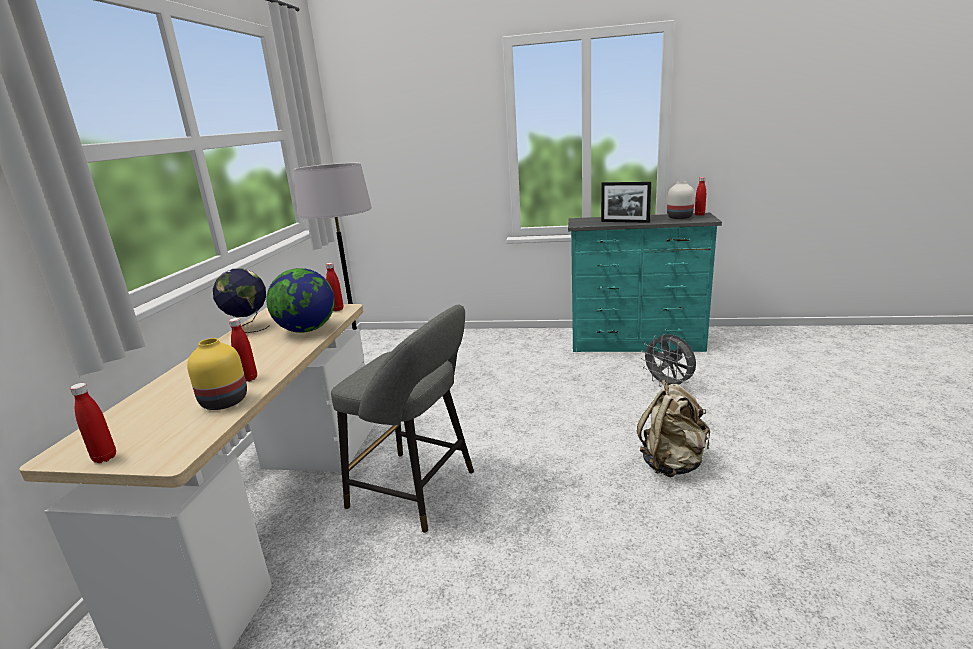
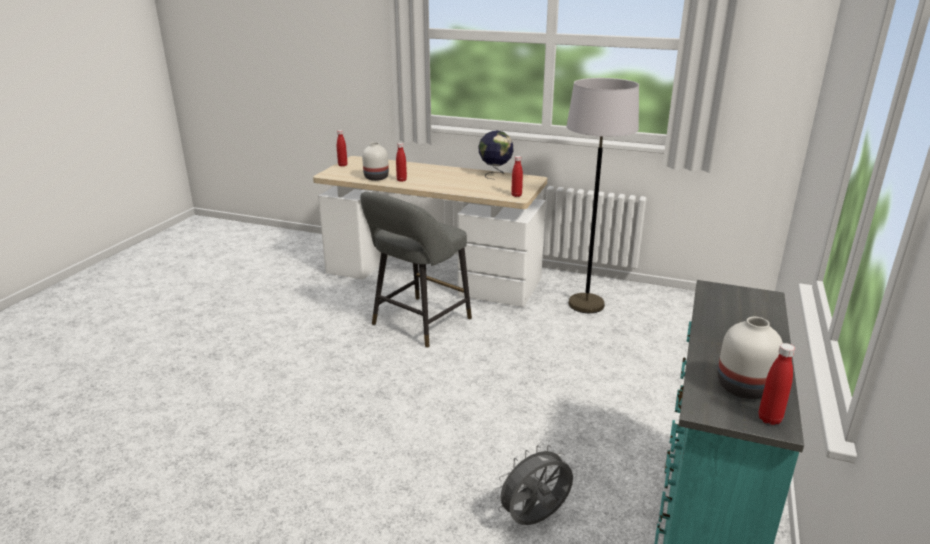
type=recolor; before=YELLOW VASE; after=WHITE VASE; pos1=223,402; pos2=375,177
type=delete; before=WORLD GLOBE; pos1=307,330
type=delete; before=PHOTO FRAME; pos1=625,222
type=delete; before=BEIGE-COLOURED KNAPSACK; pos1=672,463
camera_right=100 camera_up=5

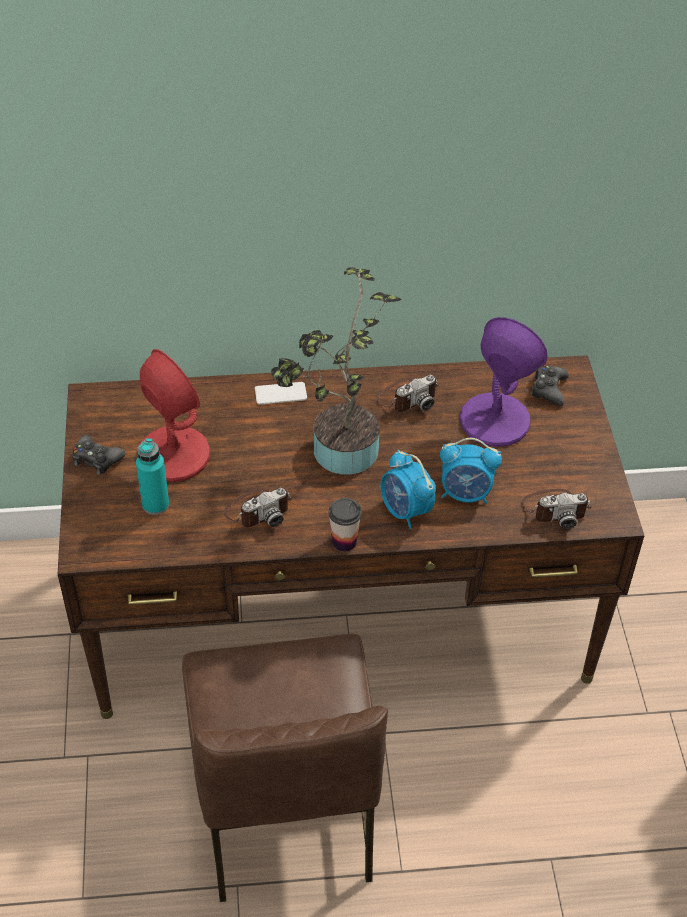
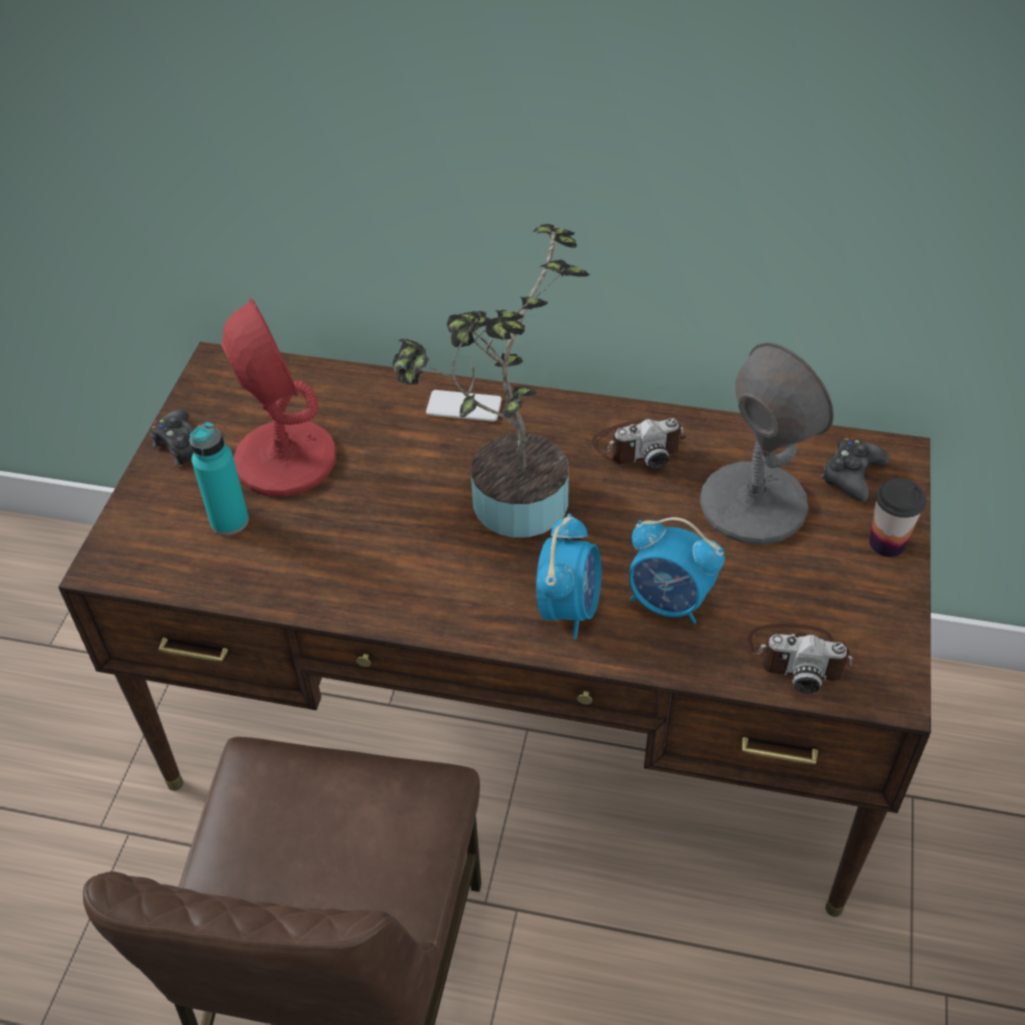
type=delete; before=PHOTO CAMERA; pos1=258,510
type=move; before=DRINKING CUP; pos1=344,541; pos2=887,543
type=rotate; before=BEDSIDE CLOCK; pos1=405,511; pos2=569,608; turn=-150
type=recolor; before=PURPLE-COLOURED TABLE LAMP; after=GREY TABLE LAMP; pos1=494,421; pos2=752,504
camera_right=20 camera_up=0

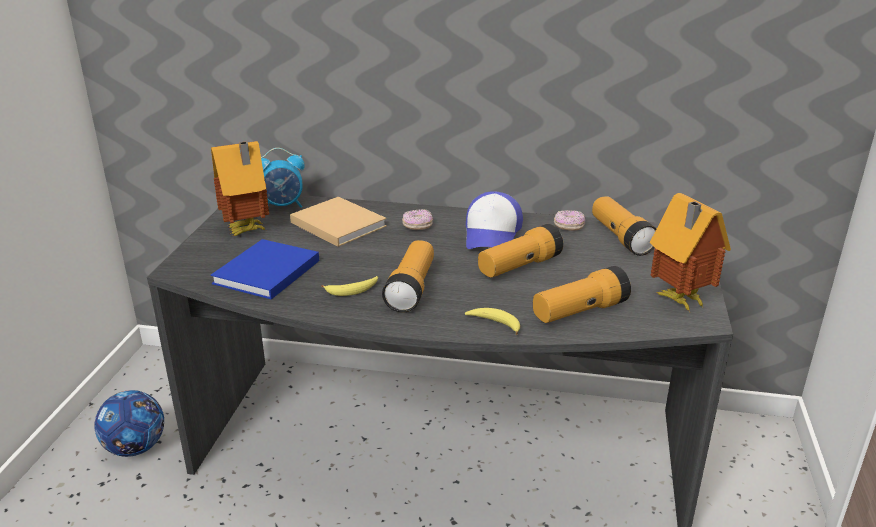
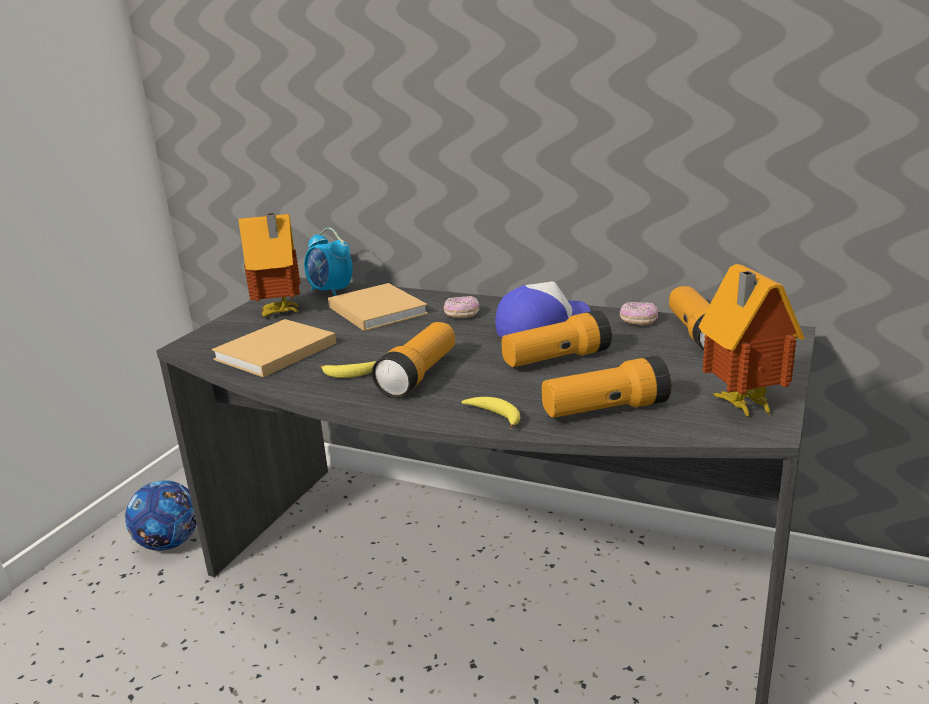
type=recolor; before=BLUE-COLOURED VOLUME; after=BEIGE-COLOURED VOLUME; pos1=265,273; pos2=273,352
type=rotate; before=BEDSIDE CLOCK; pos1=283,206; pos2=331,292; turn=45
type=rotate; before=CAP; pos1=492,234; pos2=542,326; turn=-150
camera_right=15 camera_up=-5

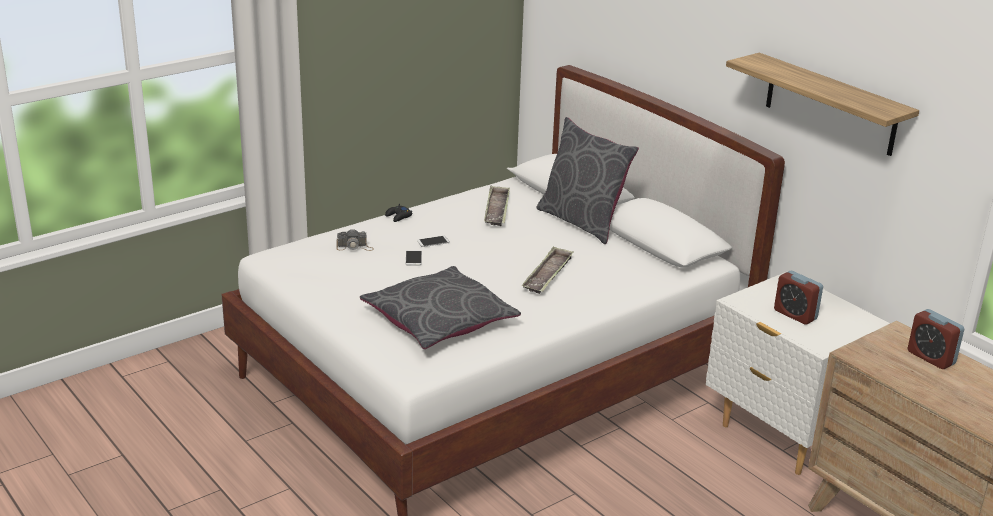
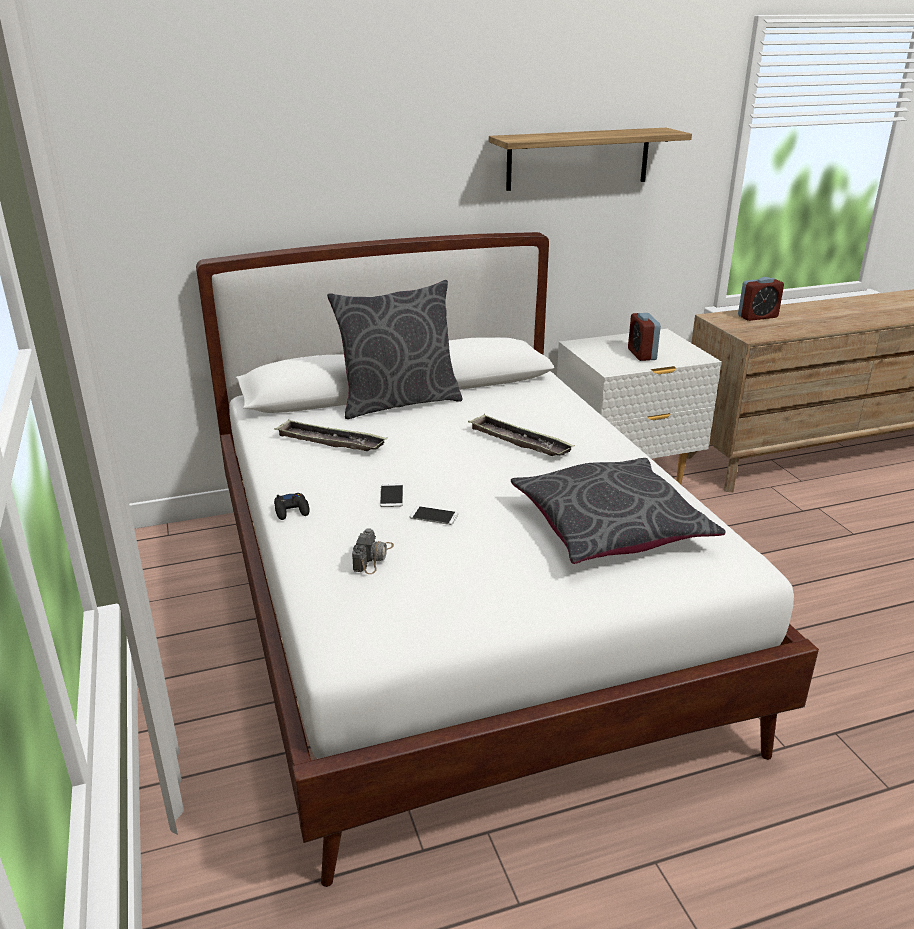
type=rotate; before=BEDSIDE CLOCK; pos1=795,315; pos2=641,354; turn=105
camera_right=-70 camera_up=0

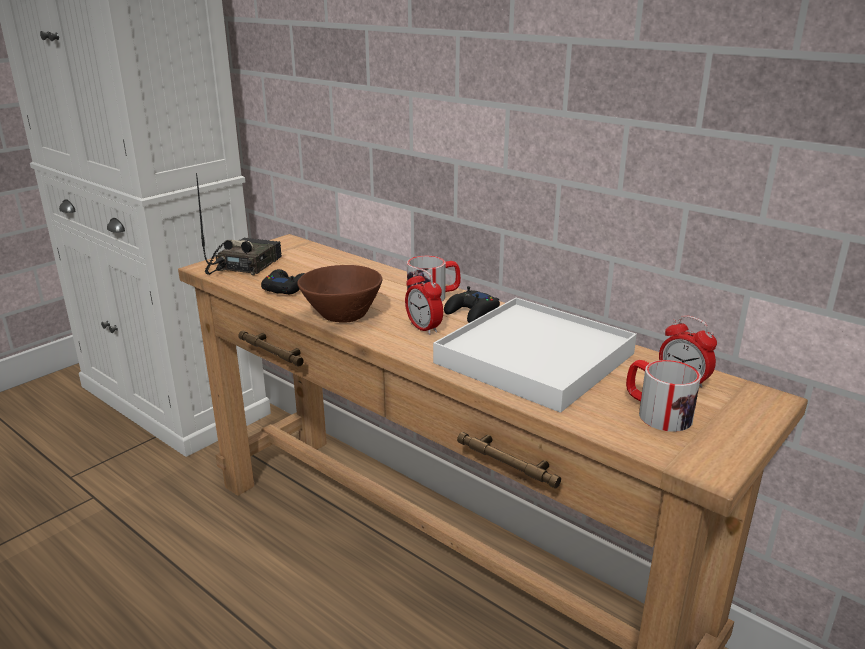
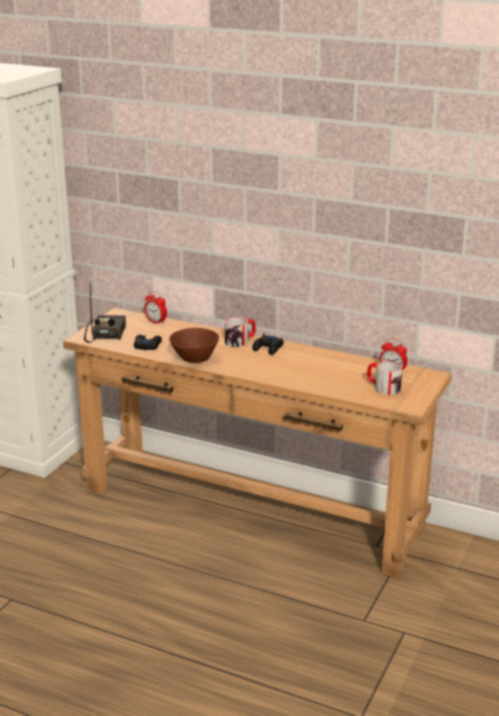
type=move; before=BEDSIDE CLOCK; pos1=424,328; pos2=156,322
type=delete; before=WHITE CARRYING TRAY; pos1=534,358
camera_right=-15 camera_up=0

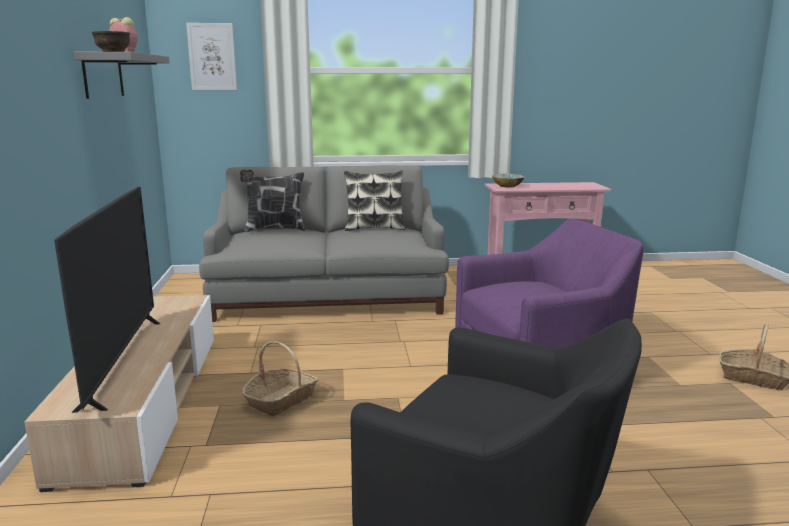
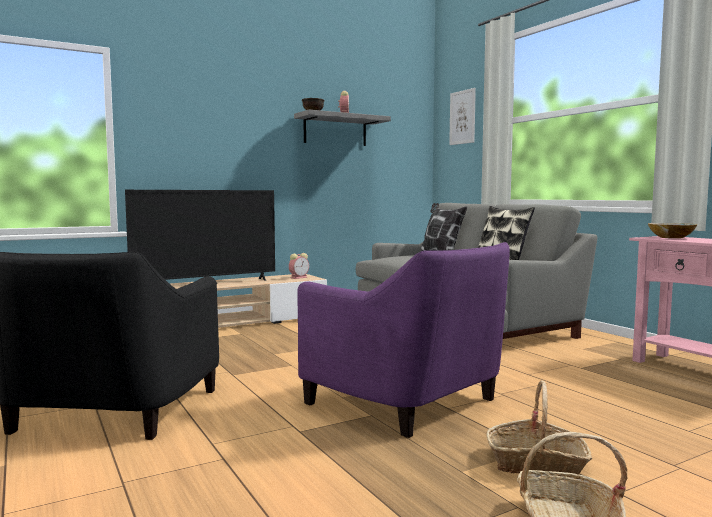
type=move; before=BASKET; pos1=281,400; pos2=536,463
type=insert; after=BEDSIDE CLOCK; pos2=299,277
camera_right=65 camera_up=-10

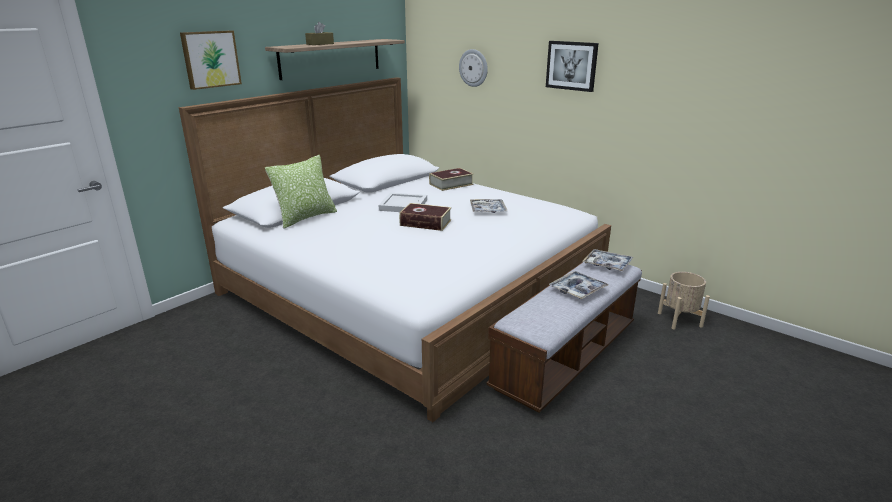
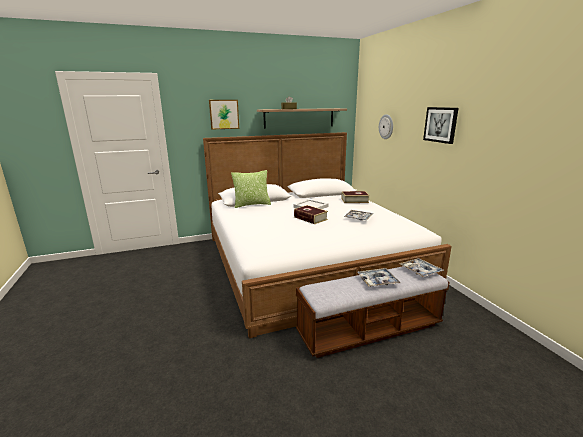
type=delete; before=BEIGE-COLOURED FLOWER POT; pos1=679,319
camera_right=30 camera_up=-5

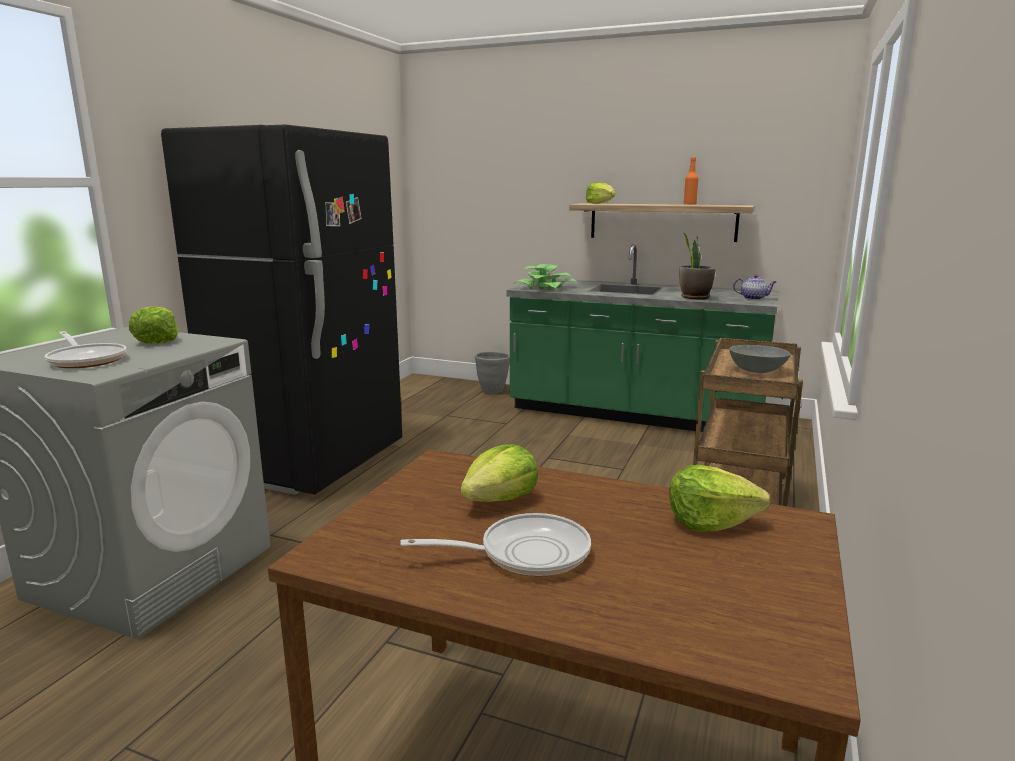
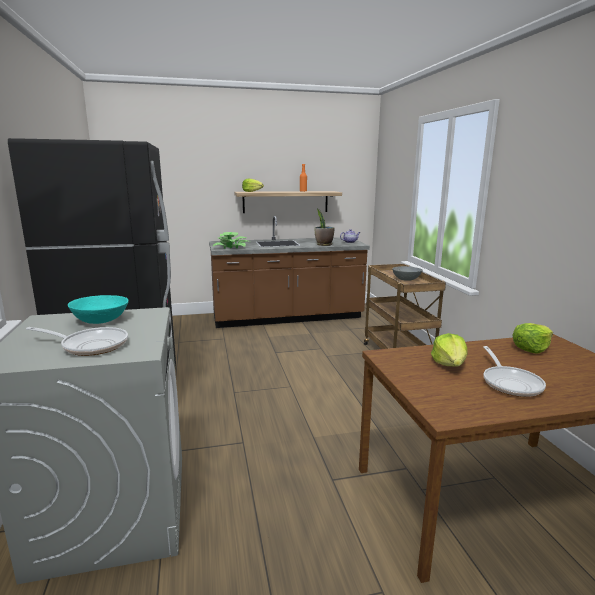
type=replace; before=HEAD OF LETTUCE; after=TURQUOISE-COLOURED BOWL; pos1=156,341; pos2=100,320
type=rotate; before=SKILLET; pos1=525,553; pos2=510,383; turn=135
type=delete; before=GREY FLOWER POT; pos1=492,391
type=recolor; before=GREEN-COLOURED KITCHEN BASE UNIT; after=BROWNISH KITCHEN BASE UNIT; pos1=635,414; pos2=287,317
camera_right=-35 camera_up=0

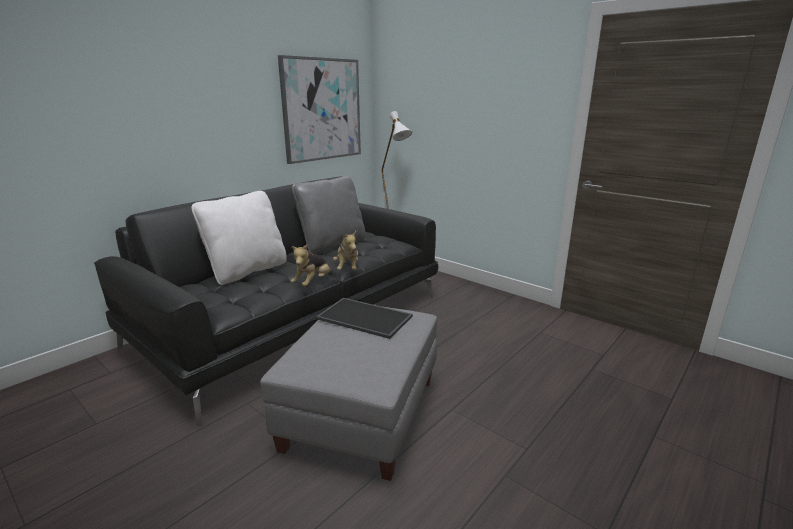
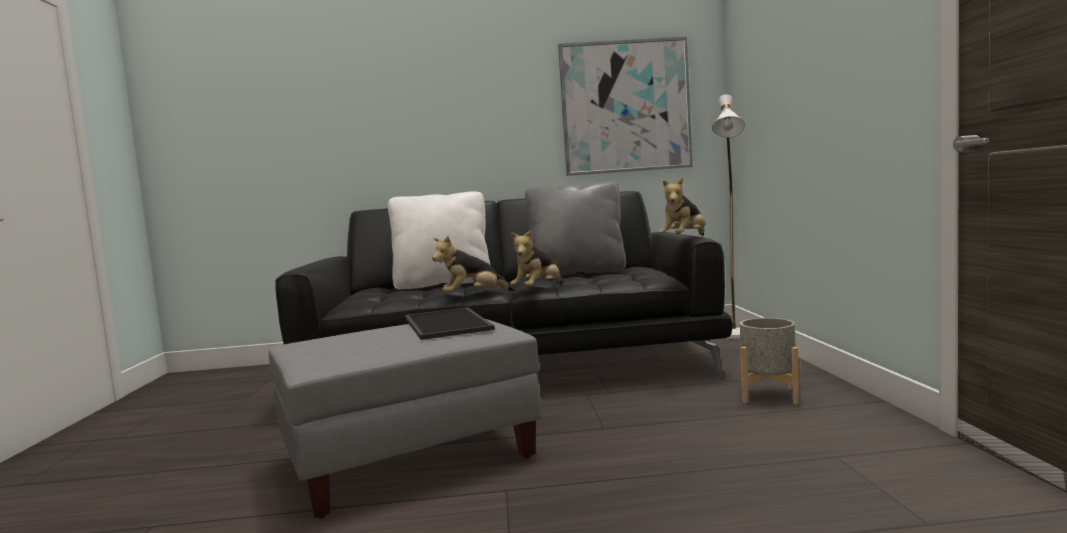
type=insert; after=PLUSH TOY; pos2=685,239
type=insert; after=GREY FLOWER POT; pos2=769,395
camera_right=45 camera_up=-15

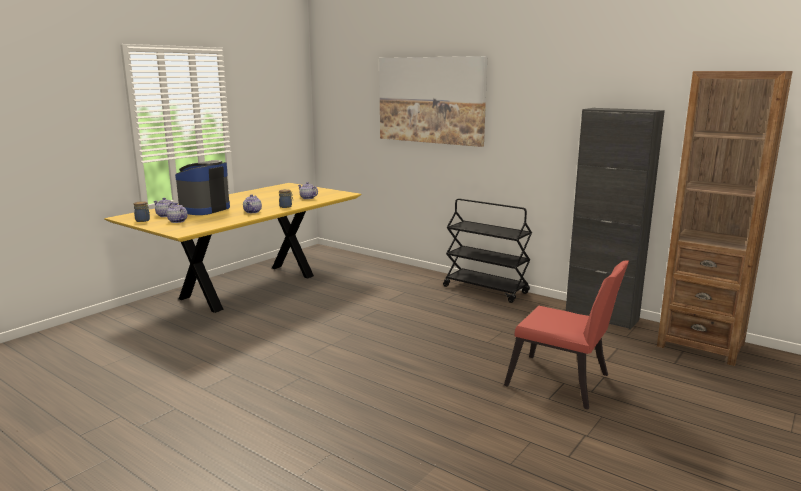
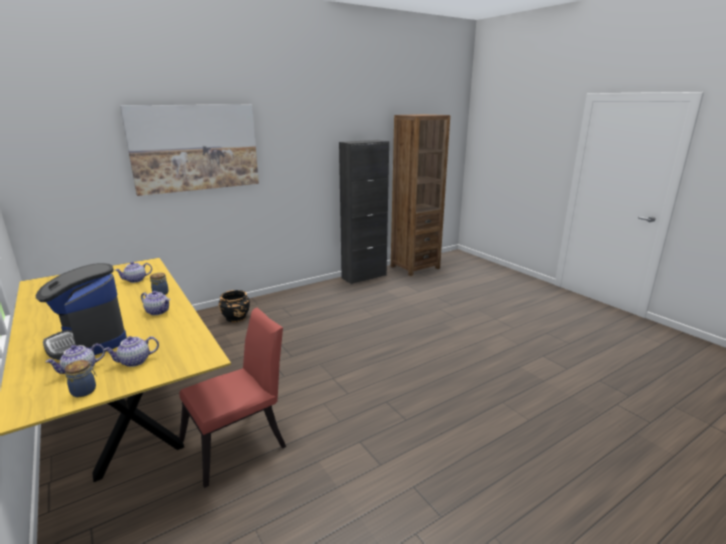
type=delete; before=BLACK TROLLEY; pos1=486,290
type=move; before=RED PLAIN CHAIR; pos1=563,383; pos2=239,441
type=insert; after=BLACK FLOWER POT; pos2=235,317
camera_right=-70 camera_up=5

